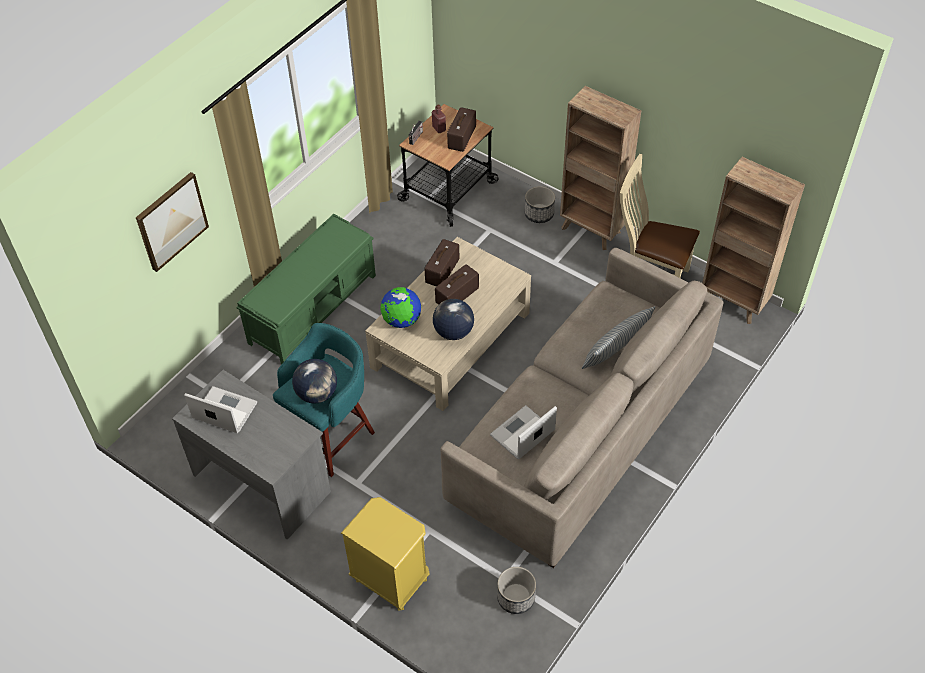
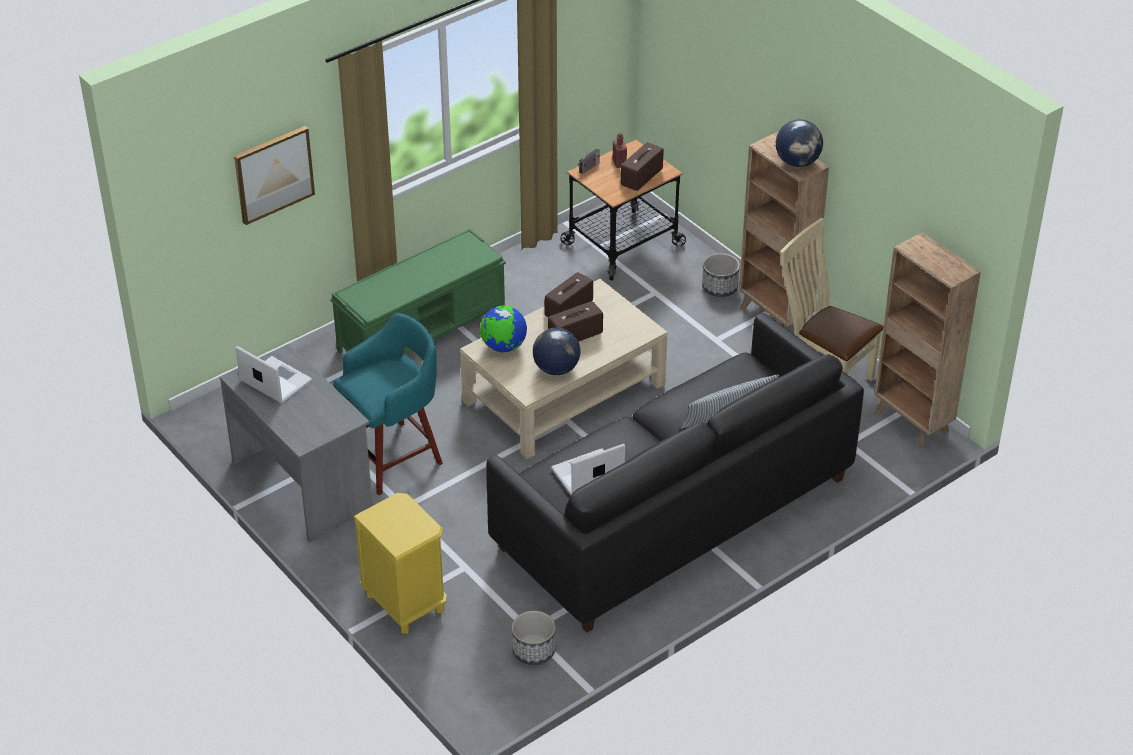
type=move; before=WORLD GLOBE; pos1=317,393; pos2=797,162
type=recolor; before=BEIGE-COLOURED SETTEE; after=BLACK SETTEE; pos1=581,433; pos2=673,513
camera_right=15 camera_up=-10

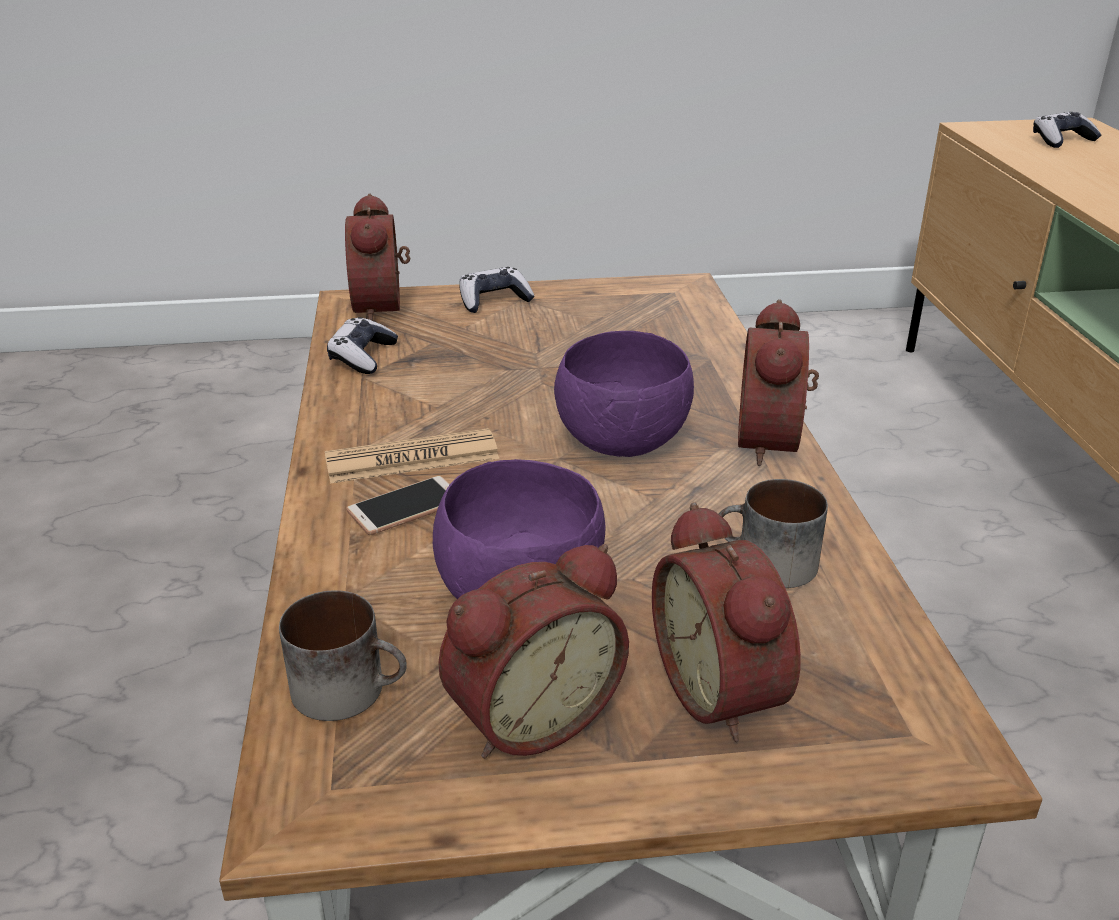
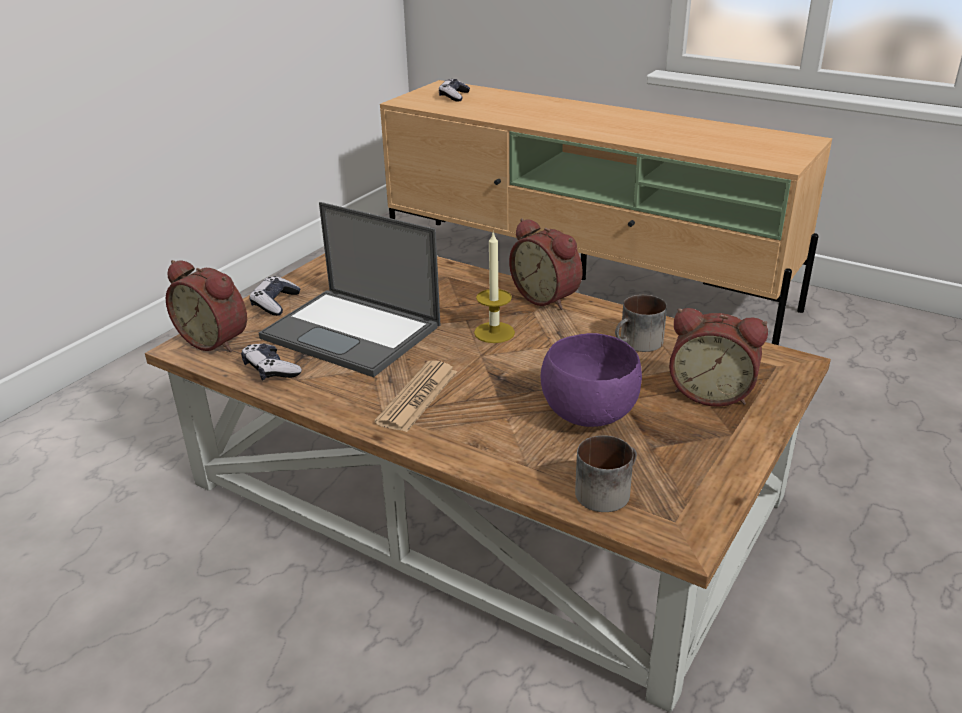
type=delete; before=TELEPHONE; pos1=406,507
type=delete; before=BEDSIDE CLOCK; pos1=529,715
type=replace; before=PURPLE-COLOURED BOWL; after=WAX CANDLE; pos1=625,444; pos2=494,332
type=insert; after=PORTABLE COMPUTER; pos2=353,332
camera_right=-50 camera_up=0

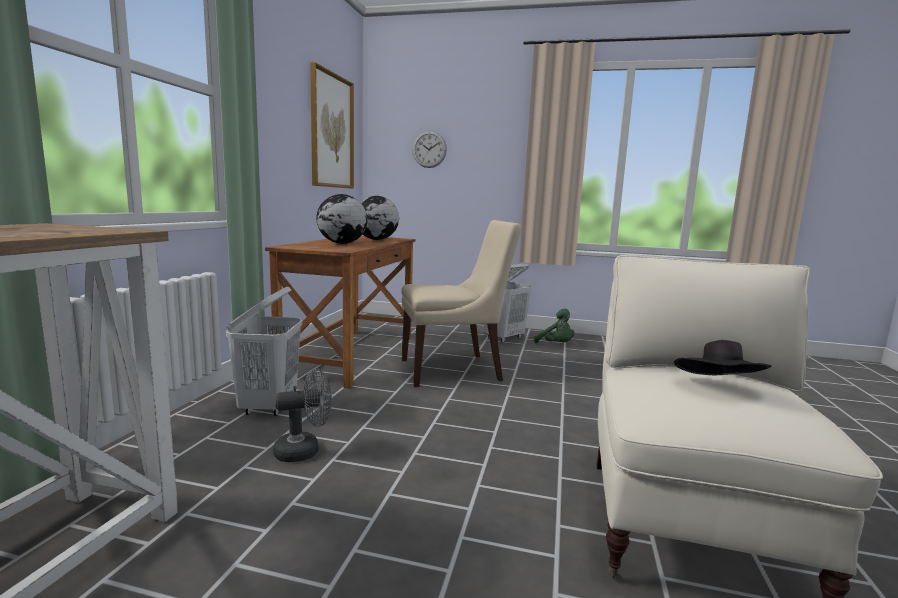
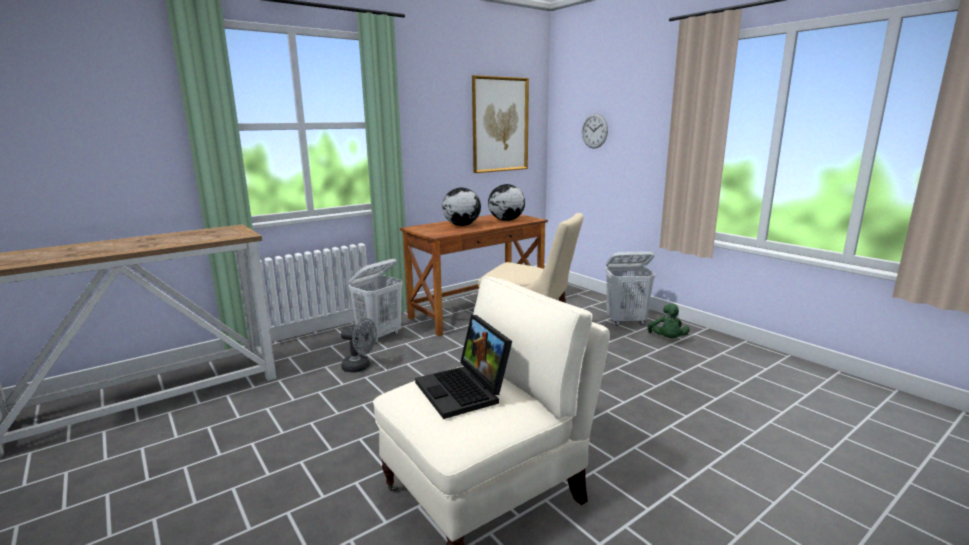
type=replace; before=BLACK WEARABLE HAT; after=PORTABLE COMPUTER; pos1=718,387; pos2=465,391
camera_right=40 camera_up=5

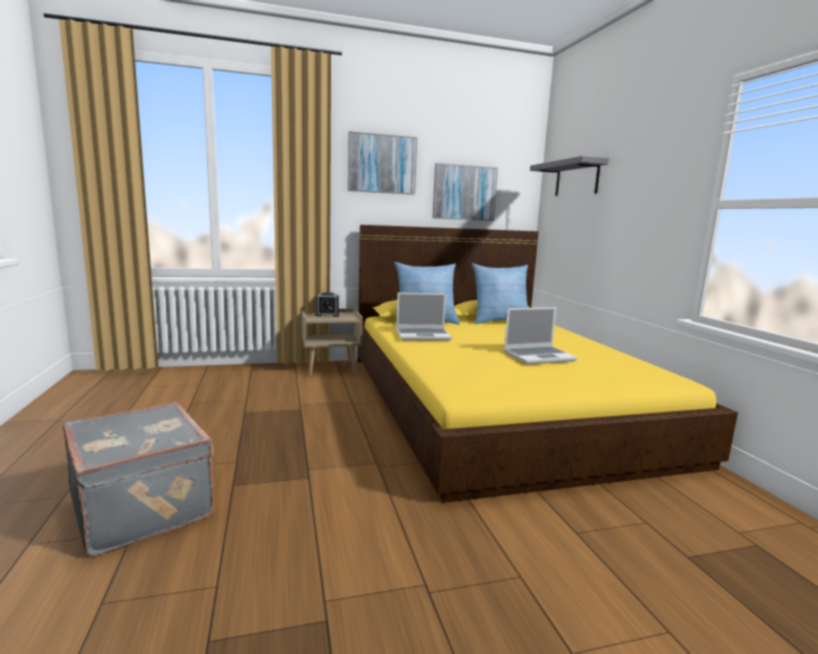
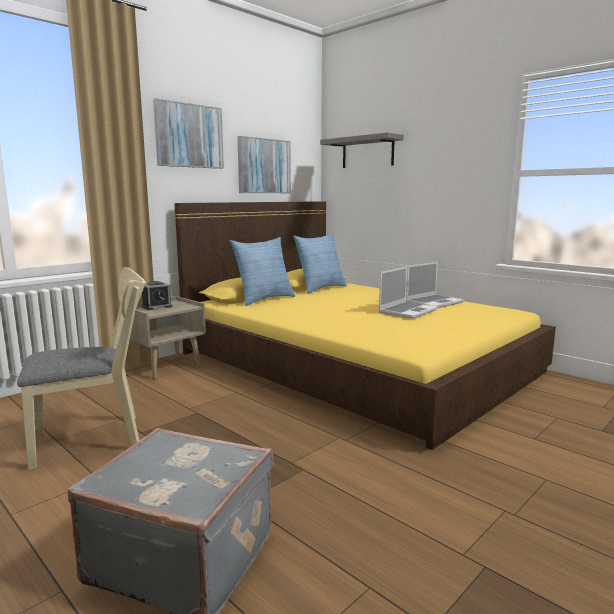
type=move; before=PORTABLE COMPUTER; pos1=423,335; pos2=434,302
type=insert; after=BEIGE-COLOURED PLAIN CHAIR; pos2=97,439
camera_right=-30 camera_up=0

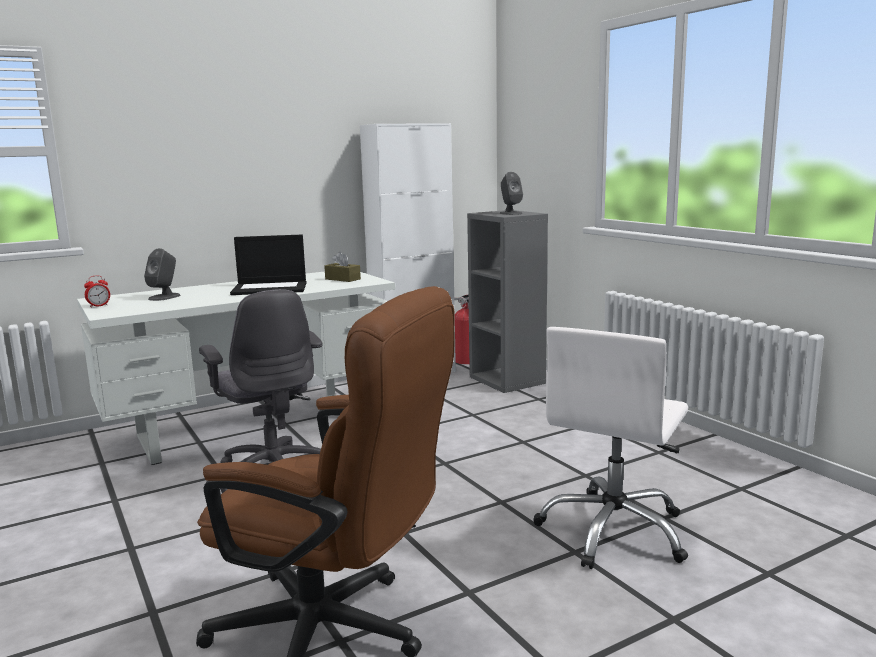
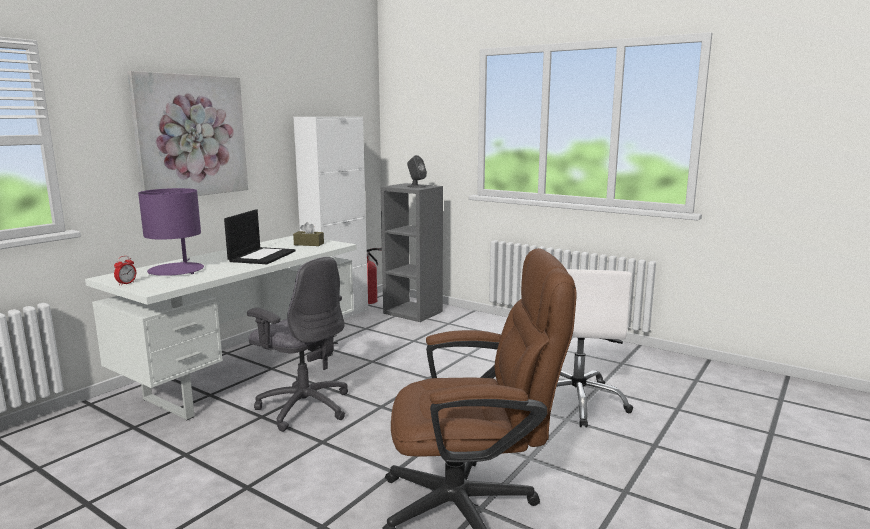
type=replace; before=GREY LOUDSPEAKER; after=PURPLE-COLOURED TABLE LAMP; pos1=164,297; pos2=176,270
type=rotate; before=PORTABLE COMPUTER; pos1=271,288; pos2=262,256; turn=-45
type=insert; after=PICTURE; pos2=191,136
camera_right=-25 camera_up=0

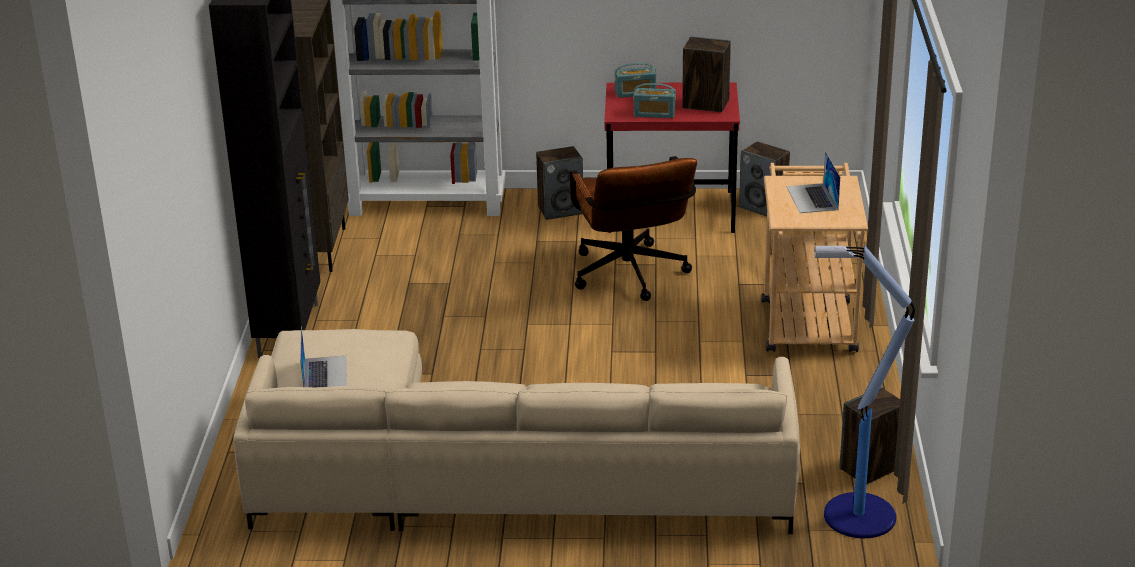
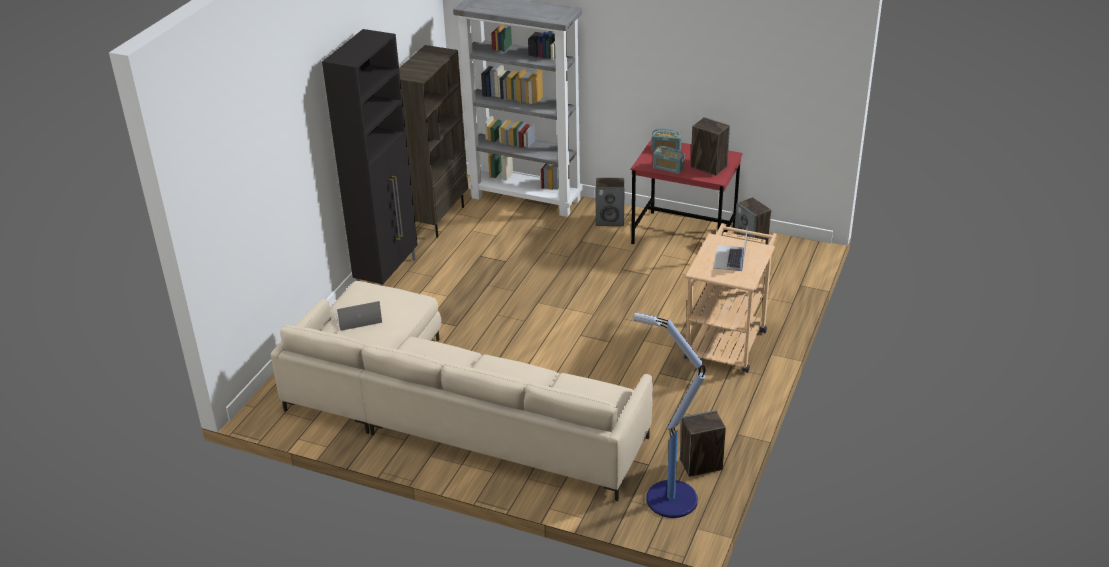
type=rotate; before=PORTABLE COMPUTER; pos1=325,374; pos2=358,318; turn=-120
type=delete; before=BROWNISH COMPUTER CHAIR; pos1=631,278
camera_right=20 camera_up=5

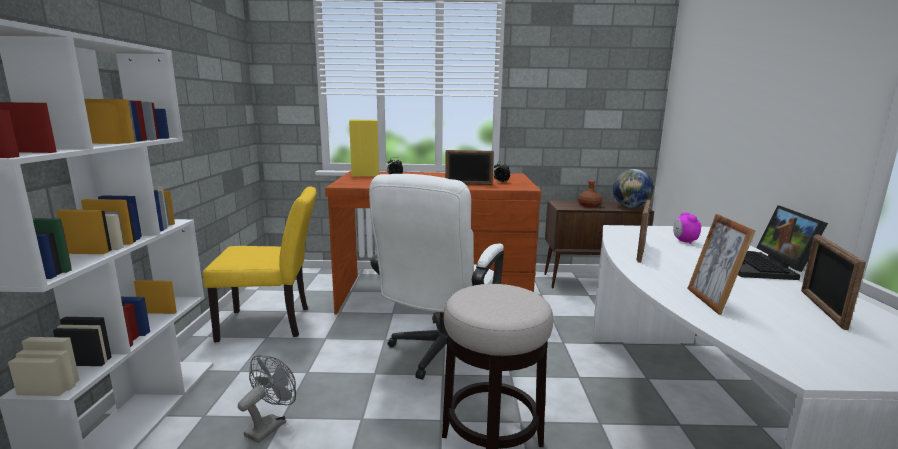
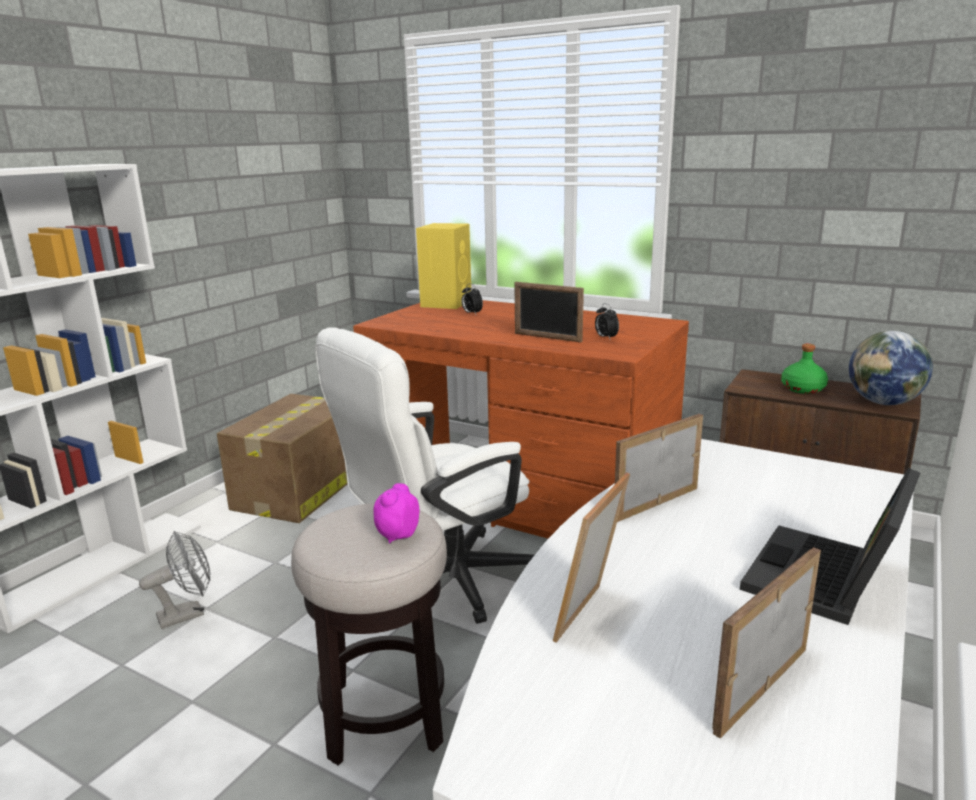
type=replace; before=YELLOW PLAIN CHAIR; after=CARTON; pos1=273,323; pos2=298,491
type=recolor; before=BROWNISH BOTTLE; after=GREEN-COLOURED BOTTLE; pos1=589,205; pos2=802,389
type=move; before=BEDSIDE CLOCK; pos1=684,241; pos2=397,535
camera_right=30 camera_up=5

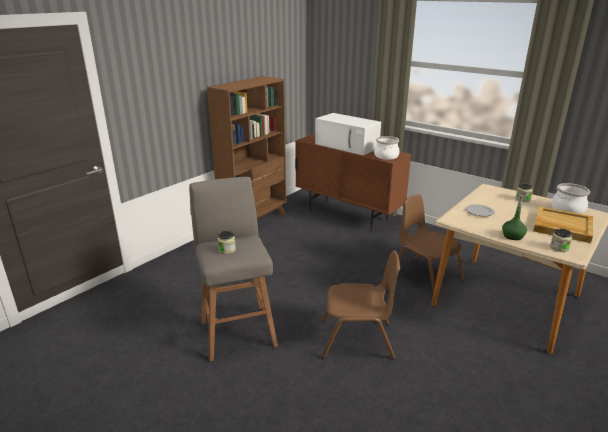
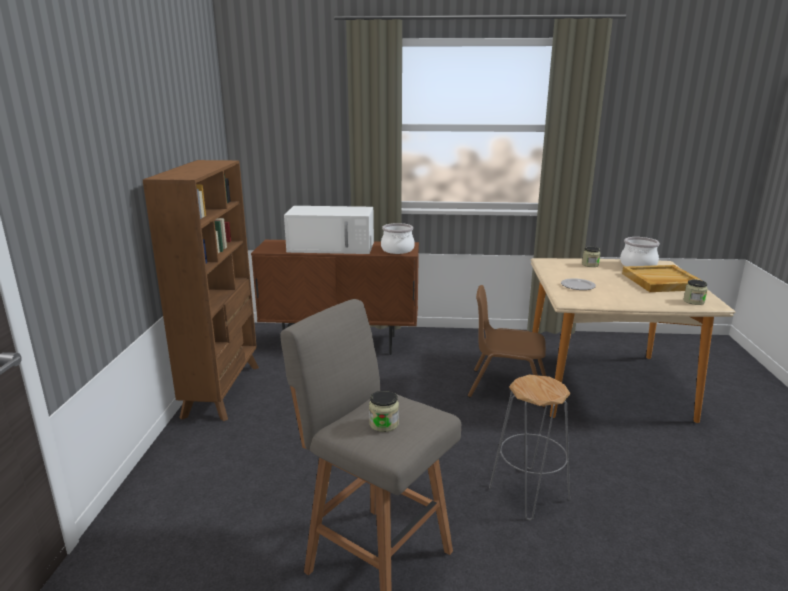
type=replace; before=BROWNISH PLAIN CHAIR; after=GREY SITTING STOOL; pos1=357,339; pos2=529,493
type=delete; before=GREEN-COLOURED BOTTLE; pos1=513,236
camera_right=-35 camera_up=-5

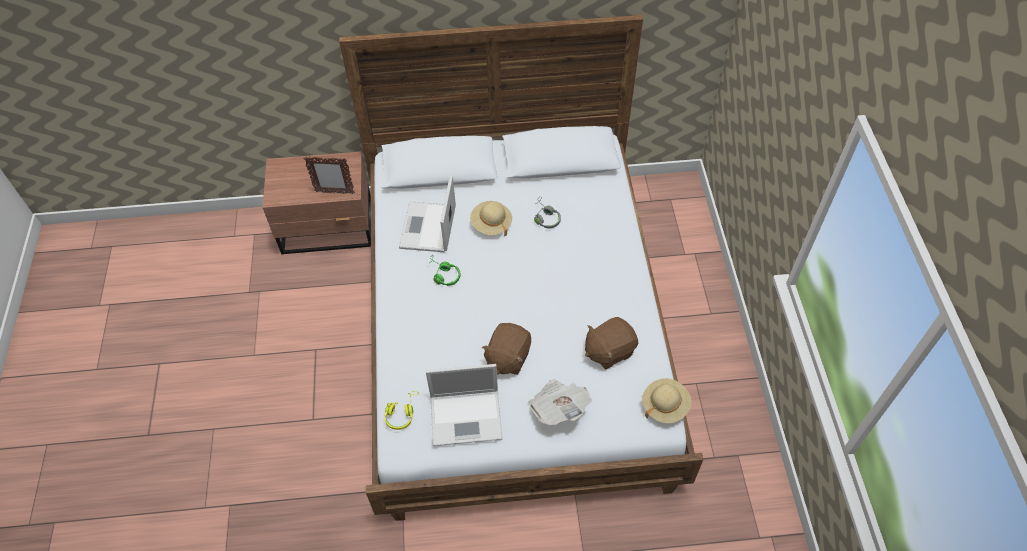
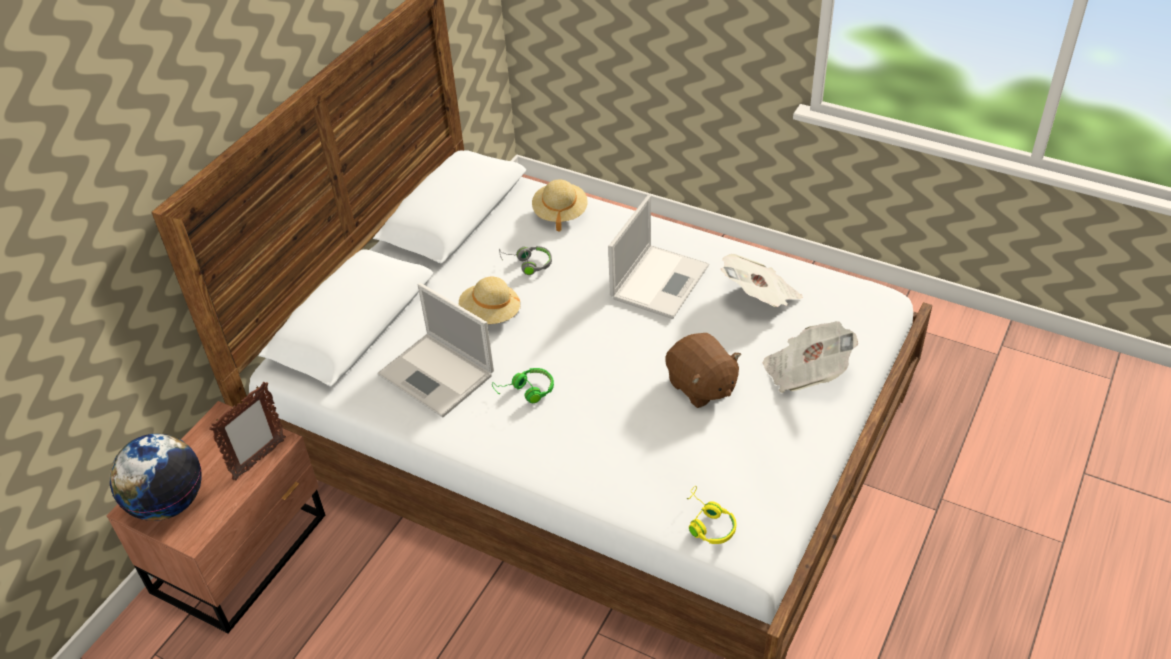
type=move; before=PORTABLE COMPUTER; pos1=467,417; pos2=660,280
type=replace; before=BROWNISH PLUSH TOY; after=NEWSPAPER; pos1=609,351; pos2=760,297
type=move; before=BEIGE-COLOURED WEARABLE HAT; pos1=665,406; pos2=560,213
type=insert; after=WORLD GLOBE; pos2=168,503
camera_right=-55 camera_up=-10

